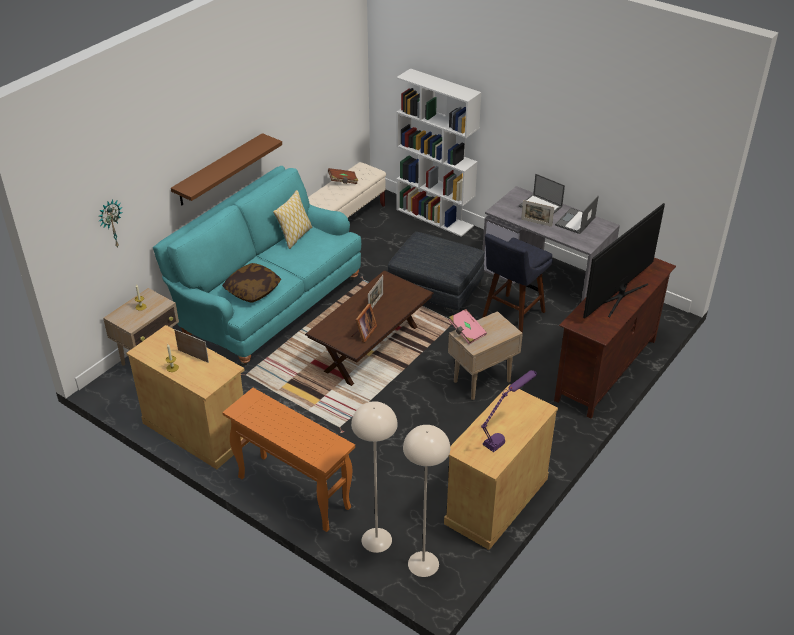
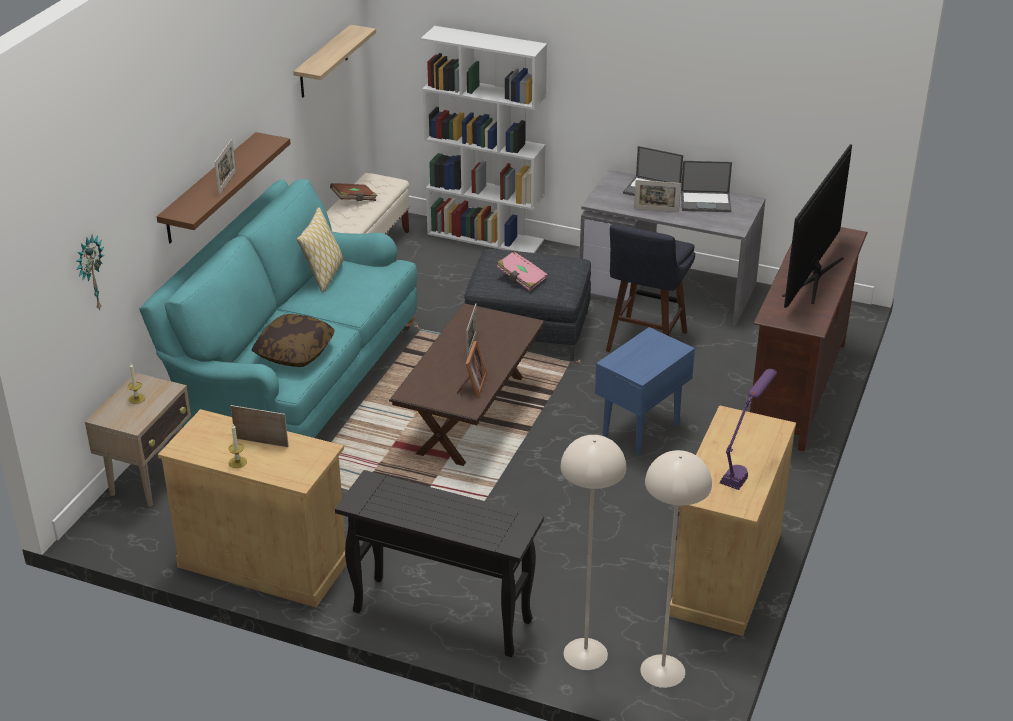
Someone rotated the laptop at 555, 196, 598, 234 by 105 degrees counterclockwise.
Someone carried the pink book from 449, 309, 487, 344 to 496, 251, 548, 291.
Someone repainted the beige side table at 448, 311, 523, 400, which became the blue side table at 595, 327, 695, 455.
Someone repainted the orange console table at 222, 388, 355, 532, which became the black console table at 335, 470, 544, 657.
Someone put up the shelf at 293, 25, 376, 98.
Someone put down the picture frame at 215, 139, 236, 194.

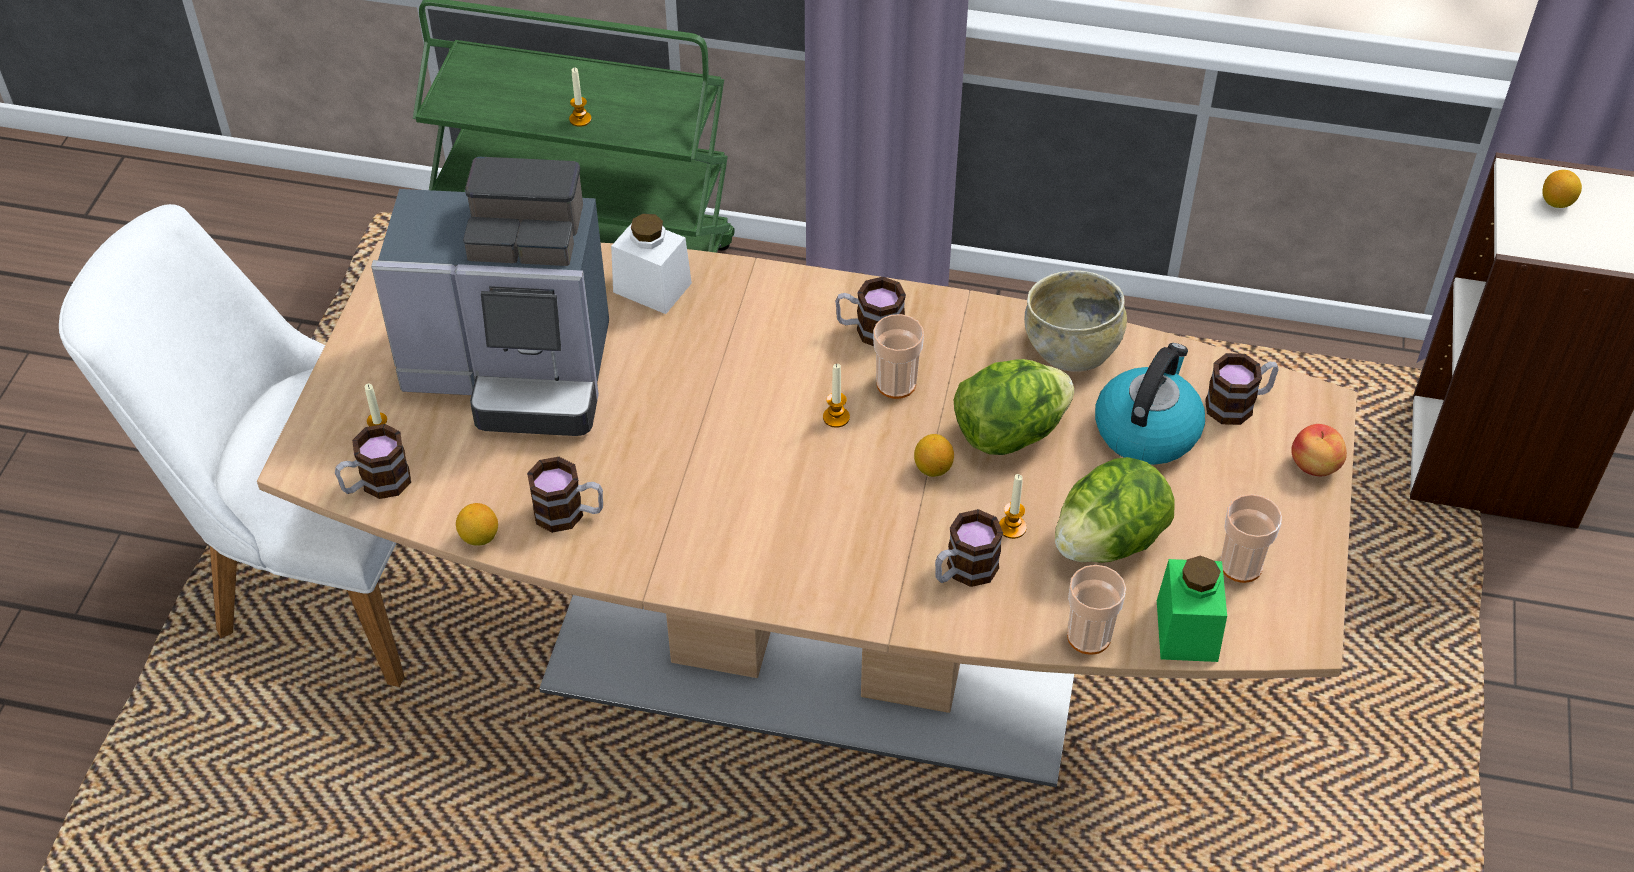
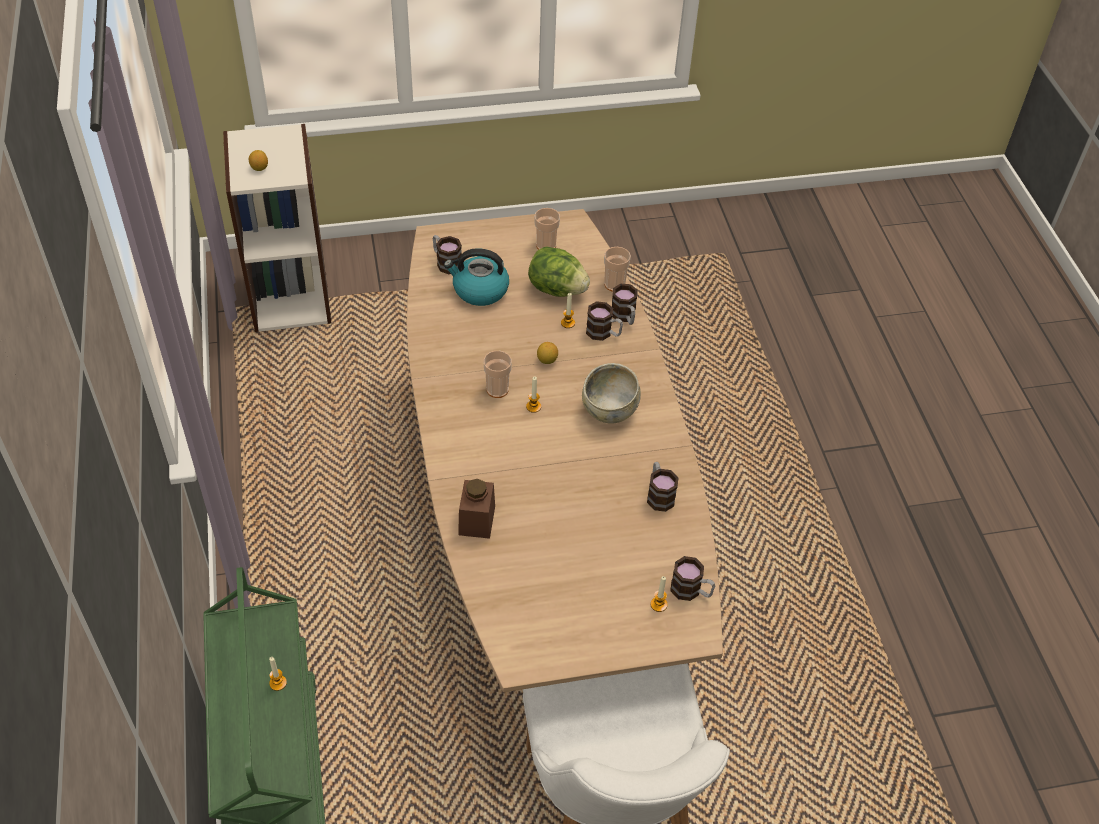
Someone took away the coffee machine at 371, 157, 609, 436.
Someone repainted the white jar at 611, 213, 692, 314, which became the brown jar at 458, 479, 495, 539.
Someone carried the beige bowl from 1024, 270, 1127, 372 to 582, 363, 641, 424.
Someone carried the mug from 835, 277, 906, 346 to 612, 284, 637, 325.
Someone took away the lettuce at 954, 359, 1074, 455.
Someone took away the apple at 1291, 424, 1347, 476.
Someone took away the lemon at 456, 503, 498, 546.
Someone took away the green jar at 1157, 556, 1227, 662.

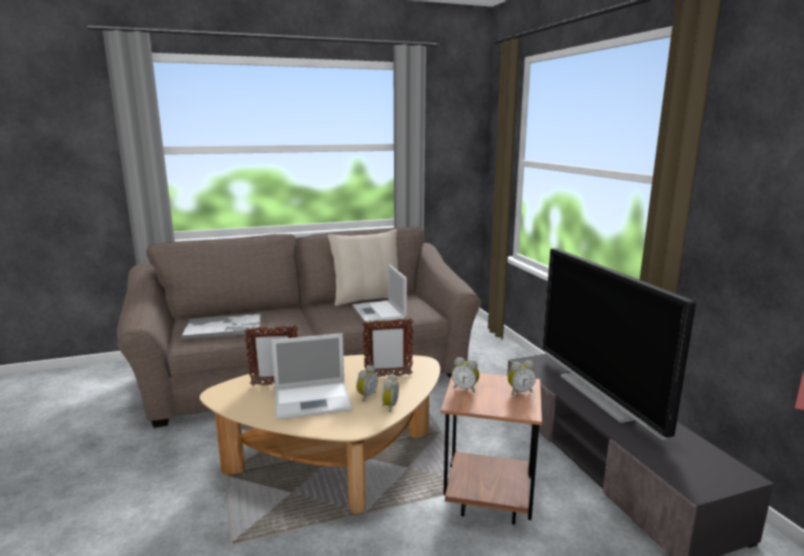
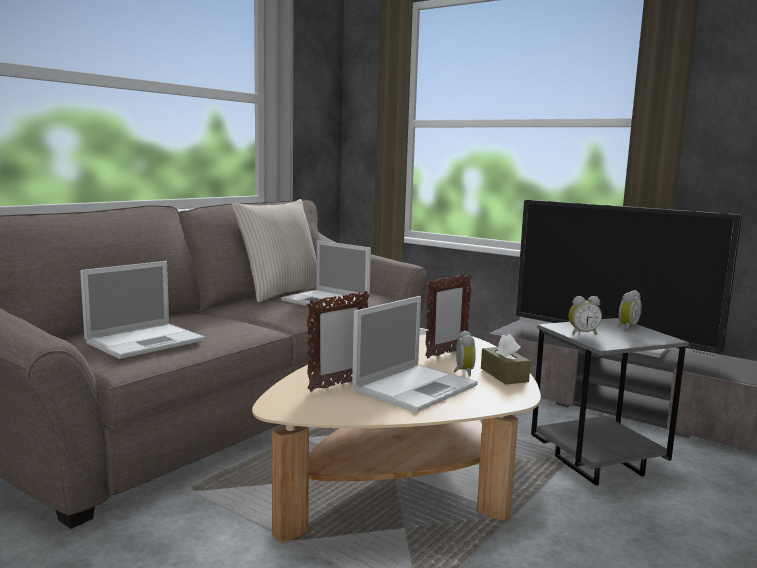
Someone swapped the tray at 181, 313, 261, 340 for the laptop at 80, 261, 205, 359.
Someone repainted the brown side table at 441, 373, 542, 525, which became the grey side table at 531, 318, 689, 485.
Someone swapped the alarm clock at 382, 374, 399, 412 for the brown tissue box at 481, 334, 531, 384.

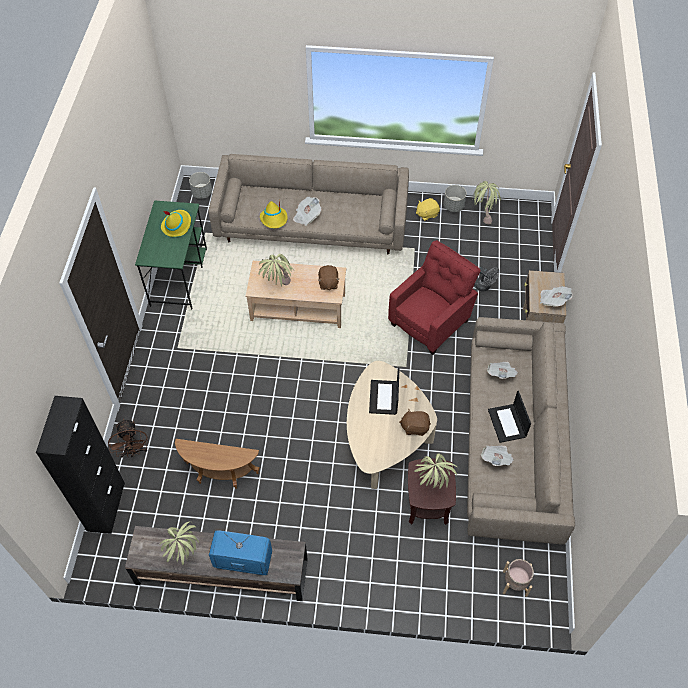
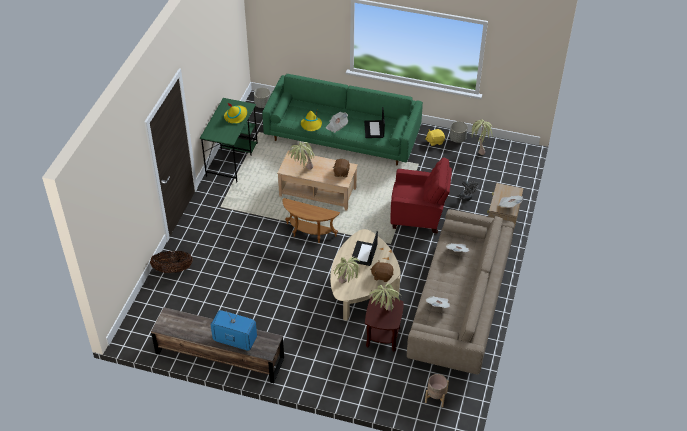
Someone repainted the beige sofa at 209, 154, 409, 254, which became the green sofa at 262, 74, 423, 165.
Someone rotated the red armchair at 388, 240, 481, 355 by 45 degrees clockwise.
Someone carried the laptop from 488, 391, 531, 443 to 364, 107, 385, 138.
Someone took away the black cabinet at 36, 396, 125, 534.
Someone swapped the brown fan at 108, 418, 148, 457 for the basket at 150, 251, 193, 273.
Someone carried the brown side table from 175, 439, 260, 489 to 282, 198, 340, 243.
Someone carried the potted plant from 160, 521, 199, 565 to 333, 257, 360, 283.

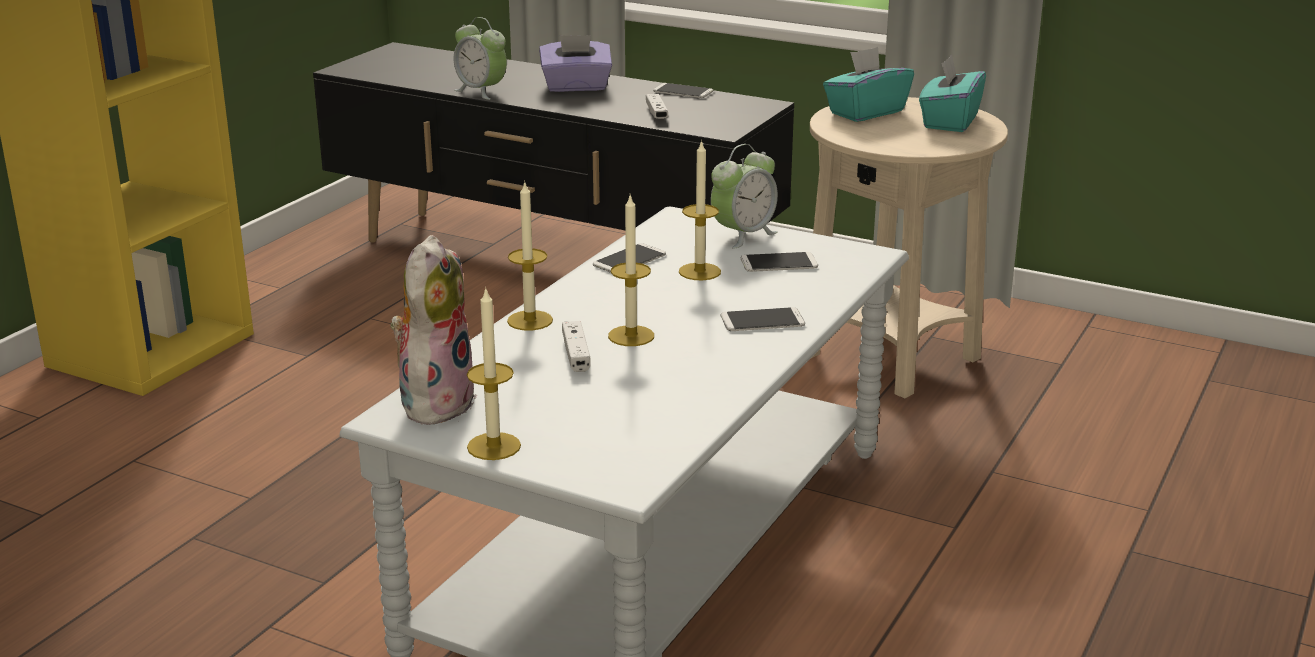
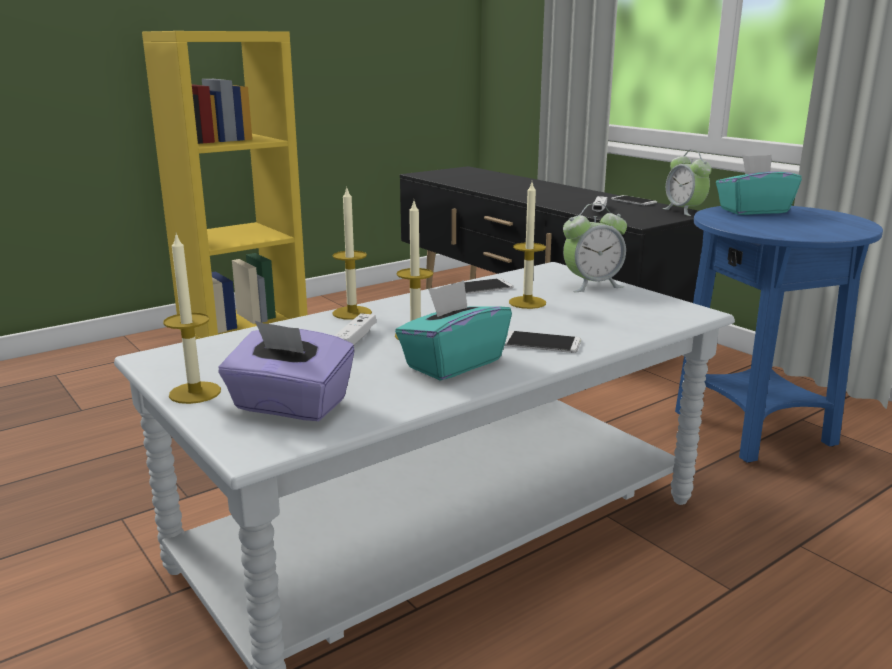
Someone carried the alarm clock from 454, 17, 507, 100 to 663, 150, 712, 216.
Someone carried the purple tissue box from 539, 35, 612, 92 to 218, 321, 355, 421.
Someone carried the turquoise tissue box from 919, 54, 986, 132 to 395, 280, 512, 381.
Someone repainted the beige side table at 810, 97, 1008, 398, which became the blue side table at 675, 206, 883, 463.
Someone took away the plush toy at 390, 235, 477, 425.
Someone took away the phone at 741, 252, 818, 272.

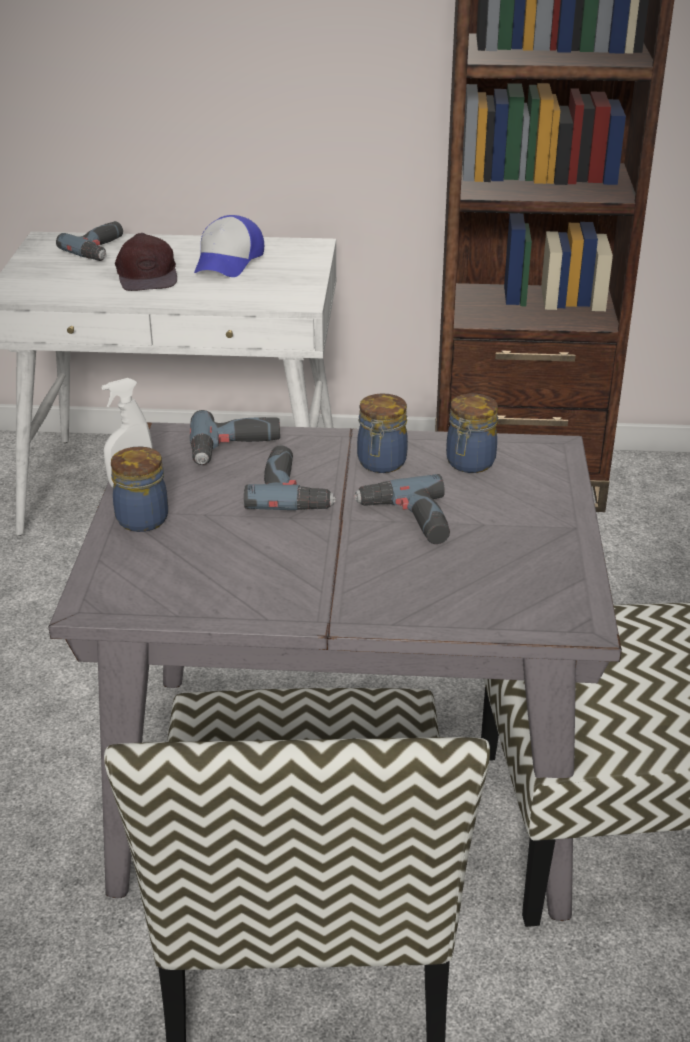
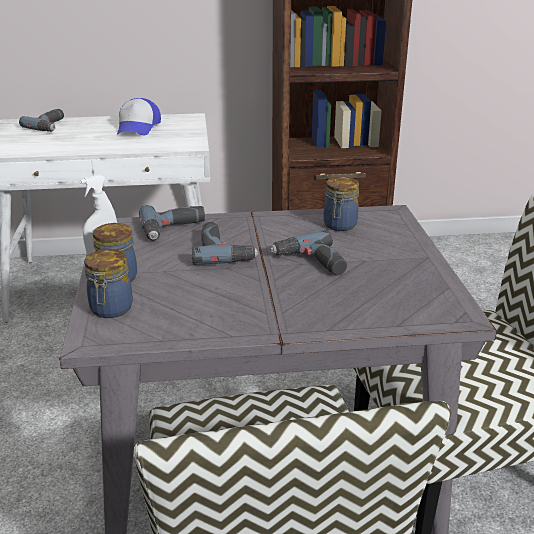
Someone took away the brown cap at 115, 233, 177, 291.
Someone carried the jar from 357, 393, 408, 473 to 84, 249, 133, 318.

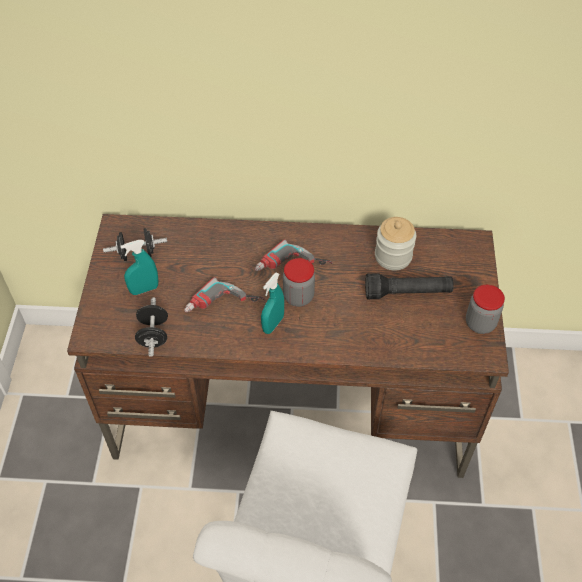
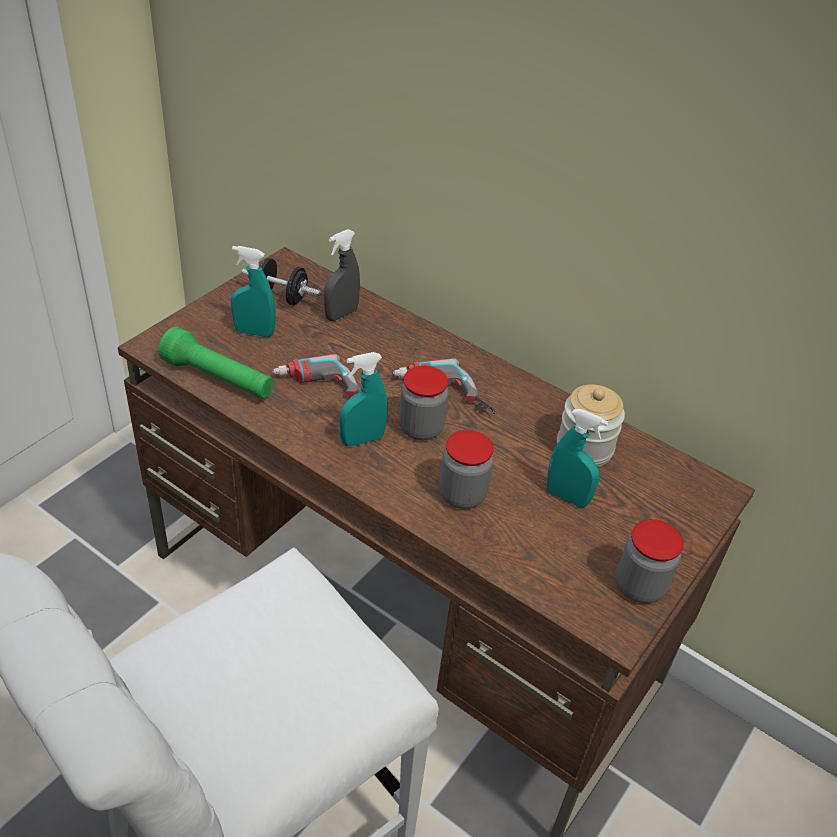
Someone swapped the black flashlight at 365, 273, 454, 299 for the turquoise spray bottle at 547, 409, 608, 507.
Someone swapped the black dumbbell at 135, 297, 168, 357 for the green flashlight at 158, 327, 274, 399.
Someone put down the grey spray bottle at 324, 229, 360, 321.
Someone put down the jar at 439, 430, 494, 509.

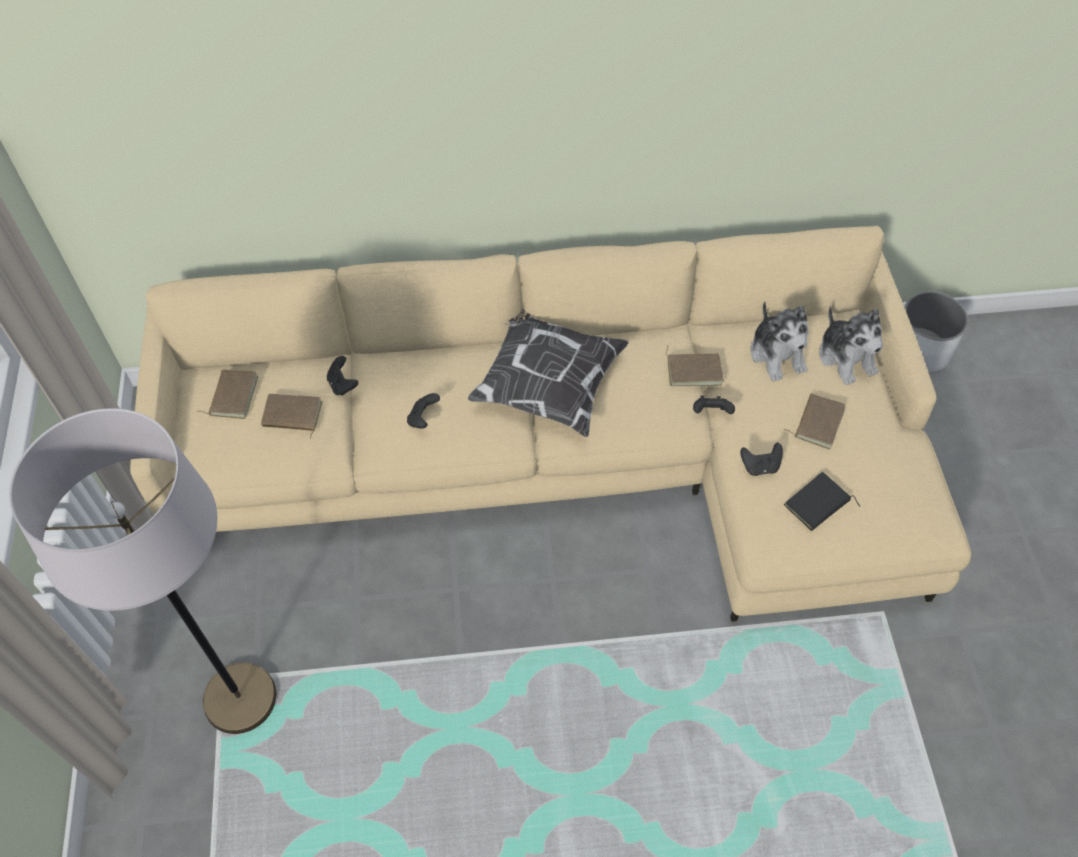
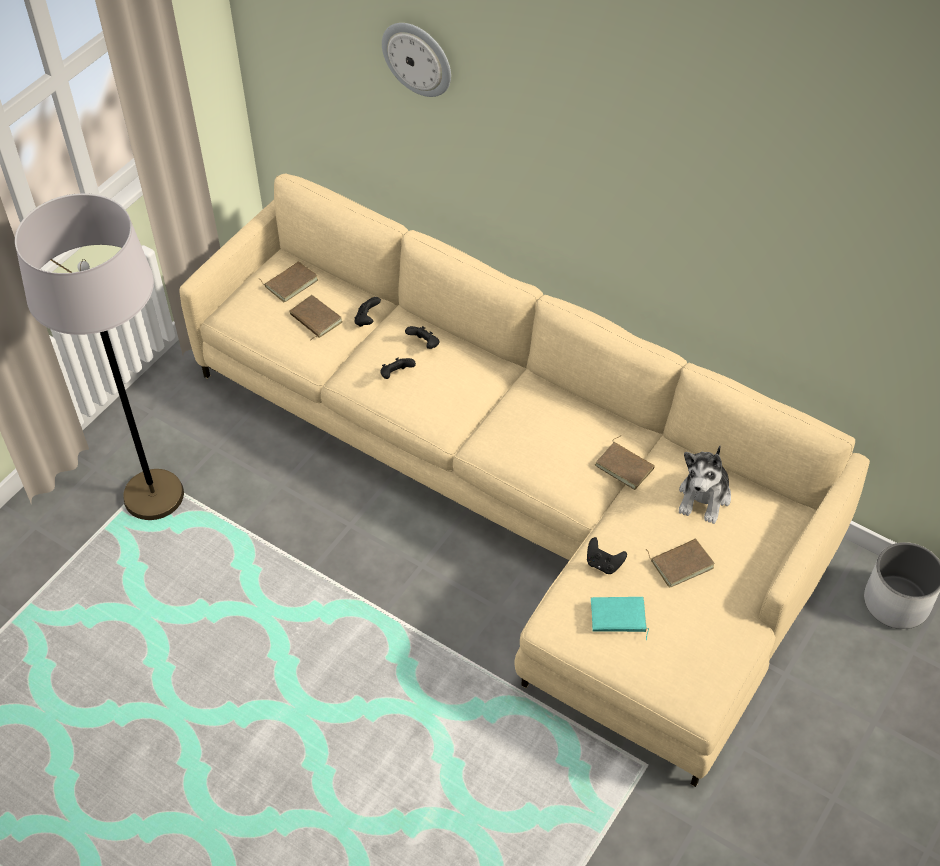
Someone took away the plush toy at 819, 306, 883, 385.
Someone took away the pillow at 468, 307, 629, 437.
Someone carried the black game controller from 693, 396, 735, 414 to 405, 326, 440, 349.
Someone repainted the black book at 784, 472, 861, 531, which became the turquoise book at 591, 597, 649, 640.
Someone put up the wall clock at 382, 23, 451, 97.

